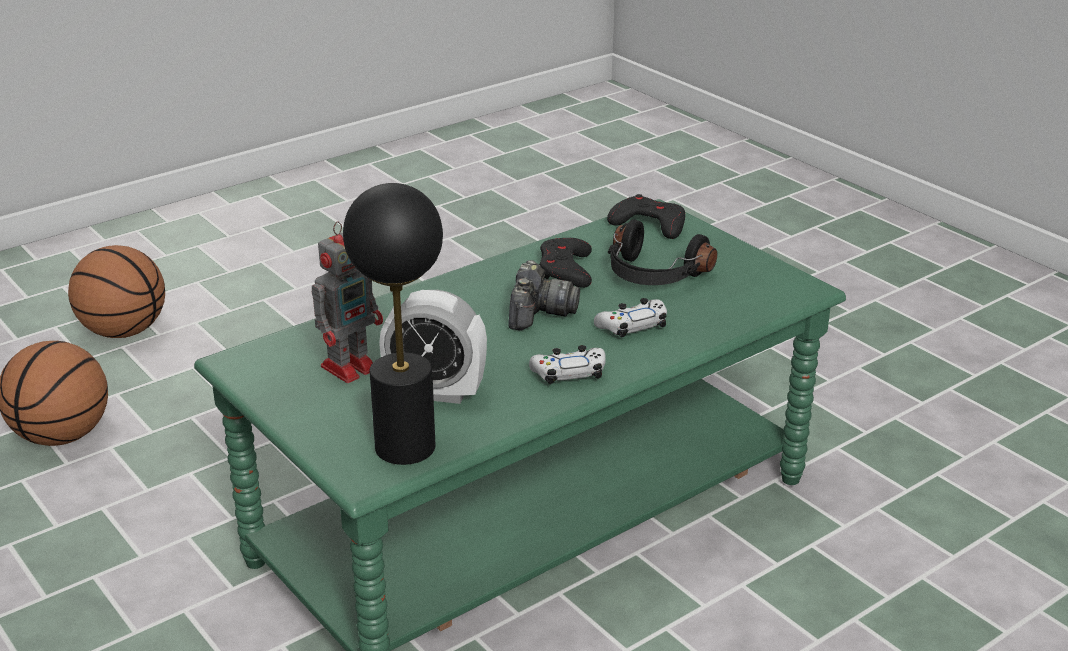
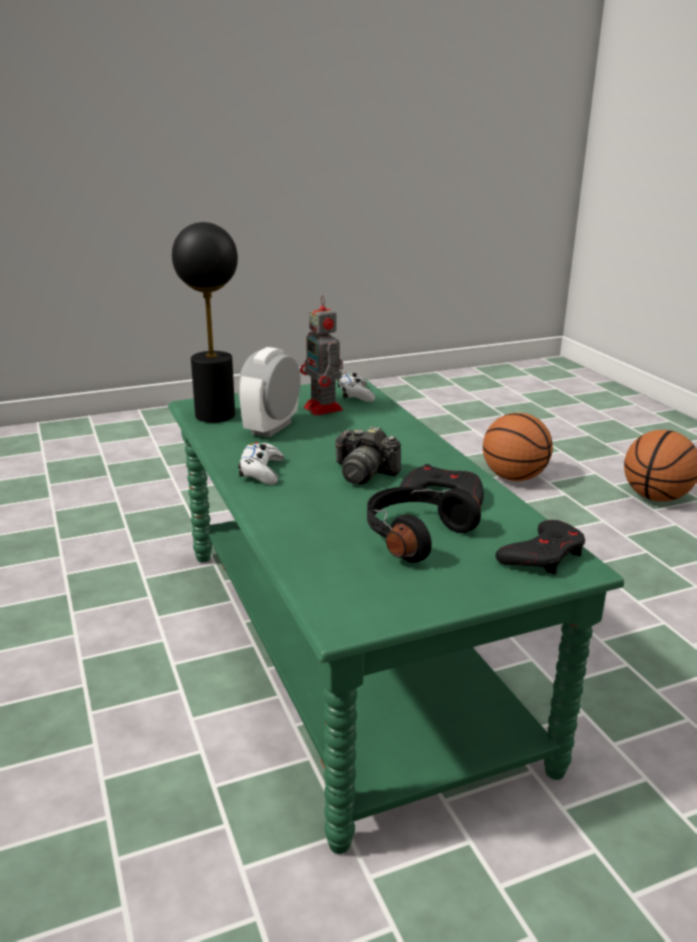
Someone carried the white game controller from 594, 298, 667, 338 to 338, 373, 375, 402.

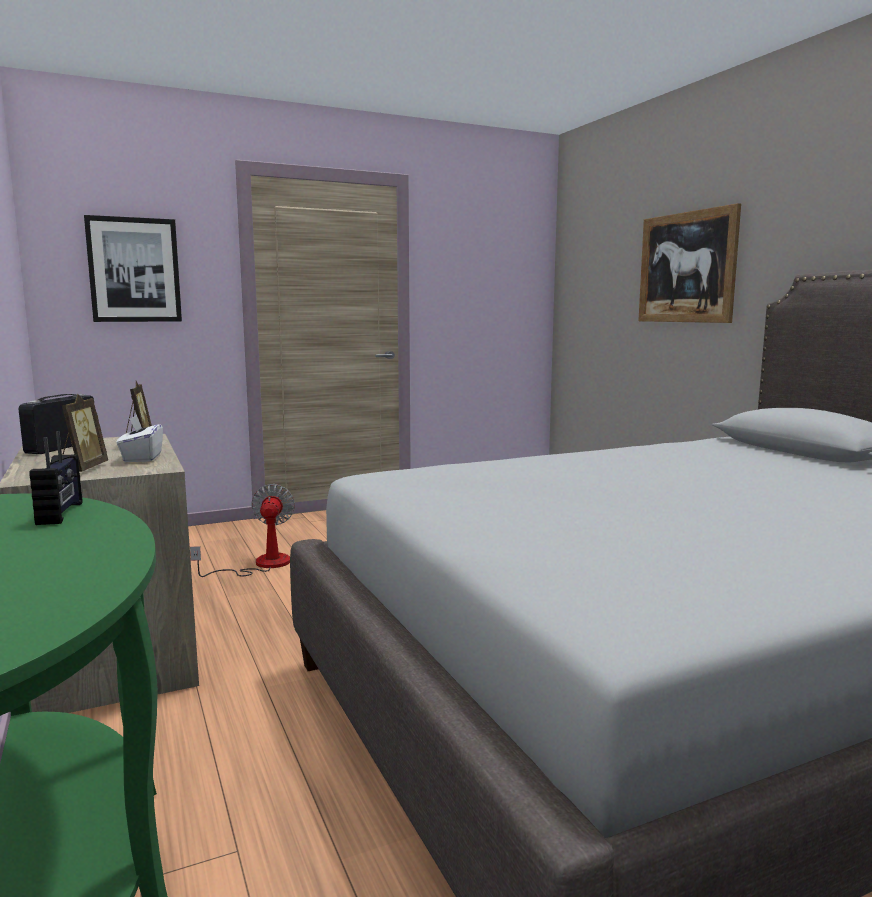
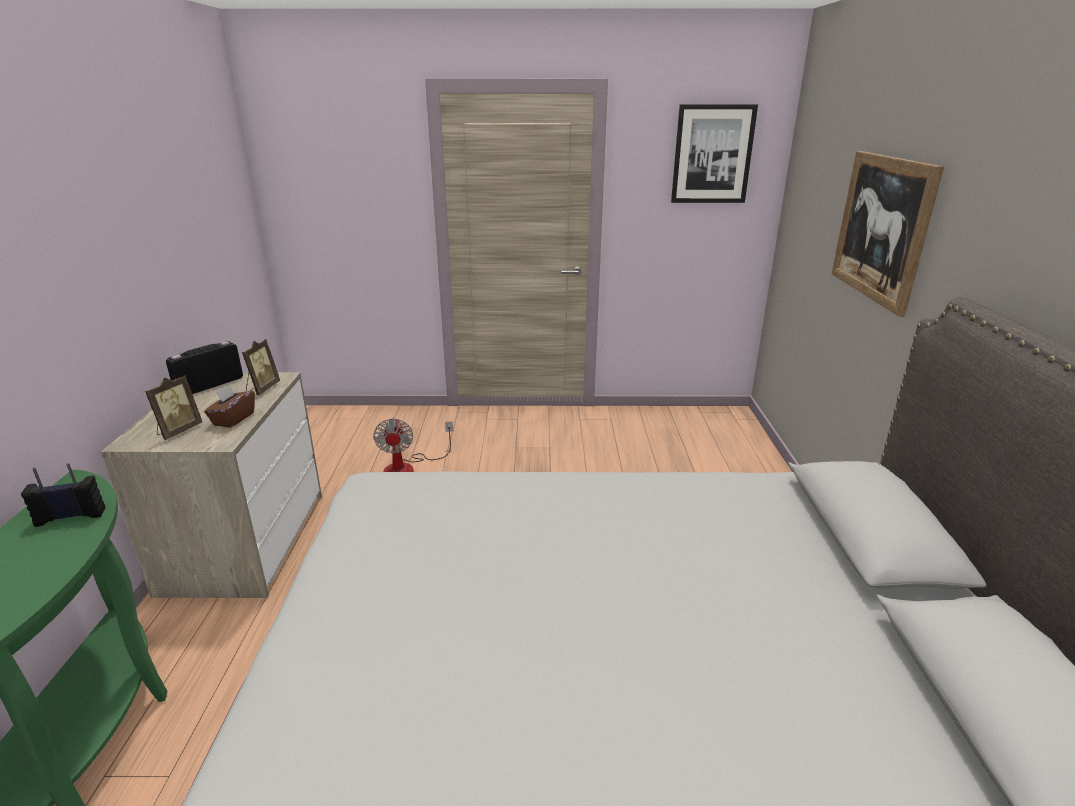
Someone carried the picture from 84, 215, 182, 322 to 671, 104, 758, 203.
Someone repainted the white tissue box at 117, 415, 163, 462, which became the brown tissue box at 204, 384, 255, 428.
Someone rotated the radio at 29, 431, 82, 525 by 120 degrees counterclockwise.
Someone rotated the fan at 190, 484, 295, 577 by 150 degrees clockwise.

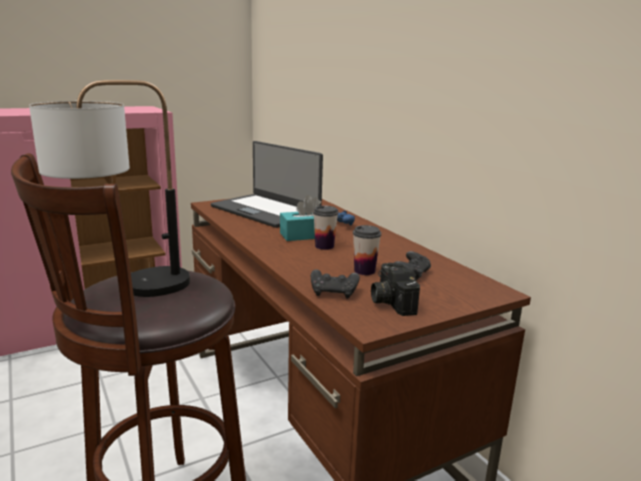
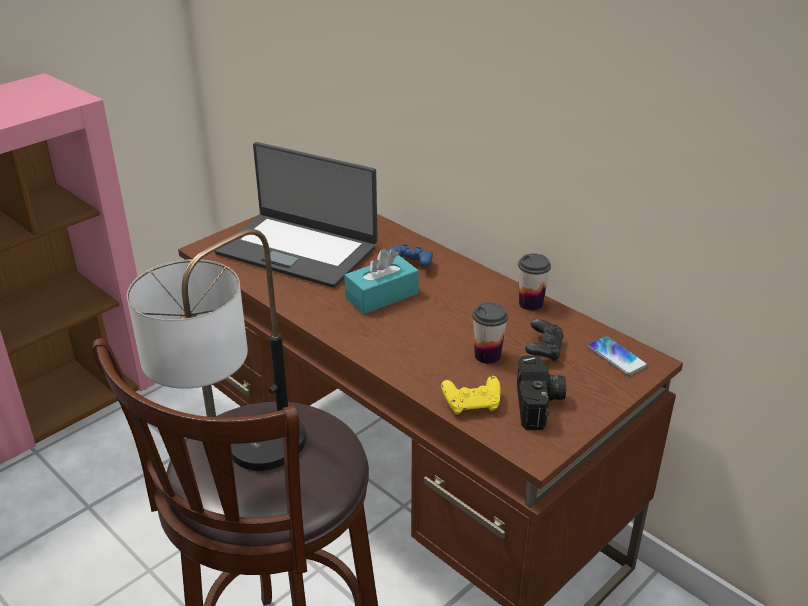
Someone carried the cup from 313, 206, 338, 250 to 518, 253, 551, 311.
Someone rotated the photo camera at 371, 263, 420, 316 by 150 degrees counterclockwise.
Someone repainted the black game controller at 311, 269, 360, 299, which became the yellow game controller at 441, 376, 501, 415.
Someone put down the phone at 587, 336, 648, 376.

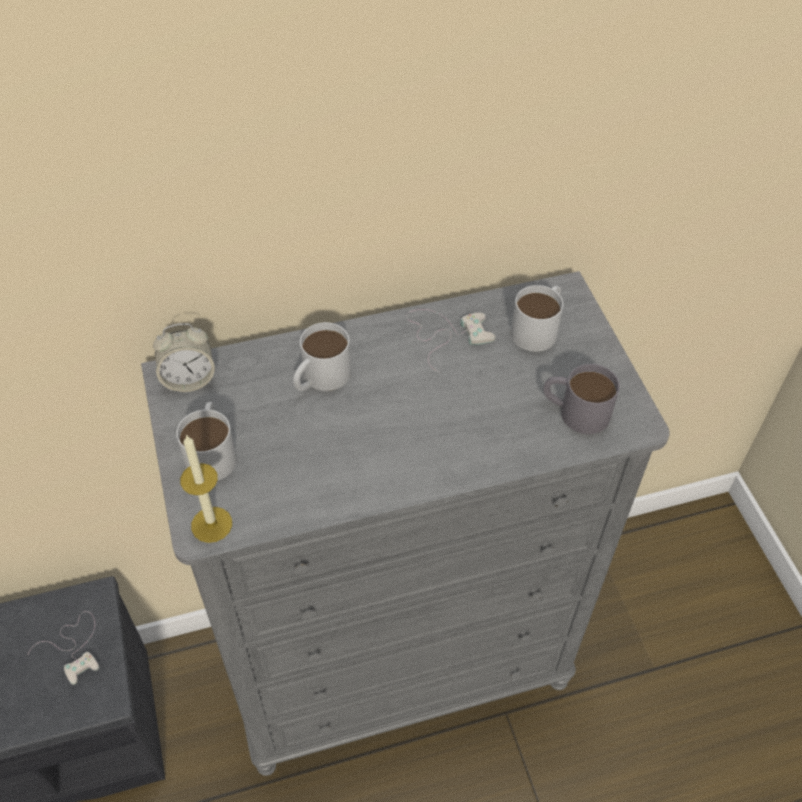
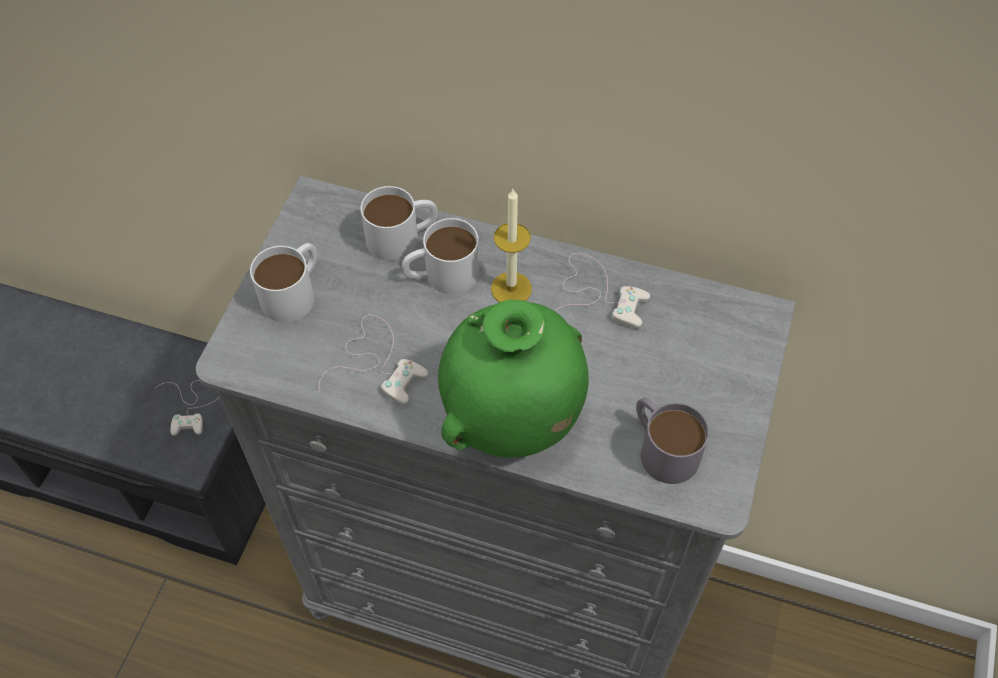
Someone carried the white mug from 511, 285, 563, 352 to 361, 186, 438, 261.
Someone took away the alarm clock at 153, 323, 215, 392.
Someone carried the candle from 180, 435, 232, 543 to 491, 189, 532, 302.
Someone put down the green vase at 438, 300, 589, 458.
Someone put down the white game controller at 318, 315, 428, 405.

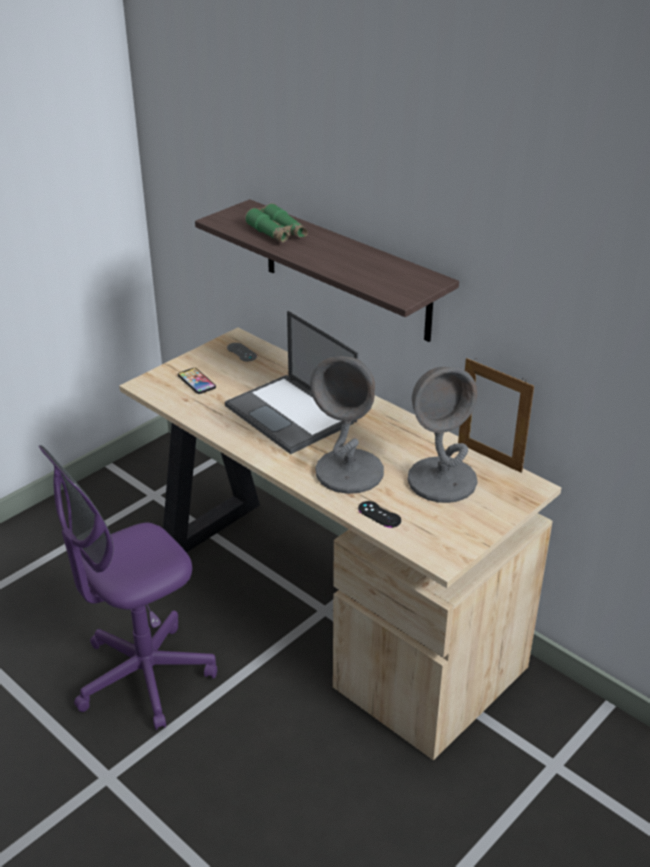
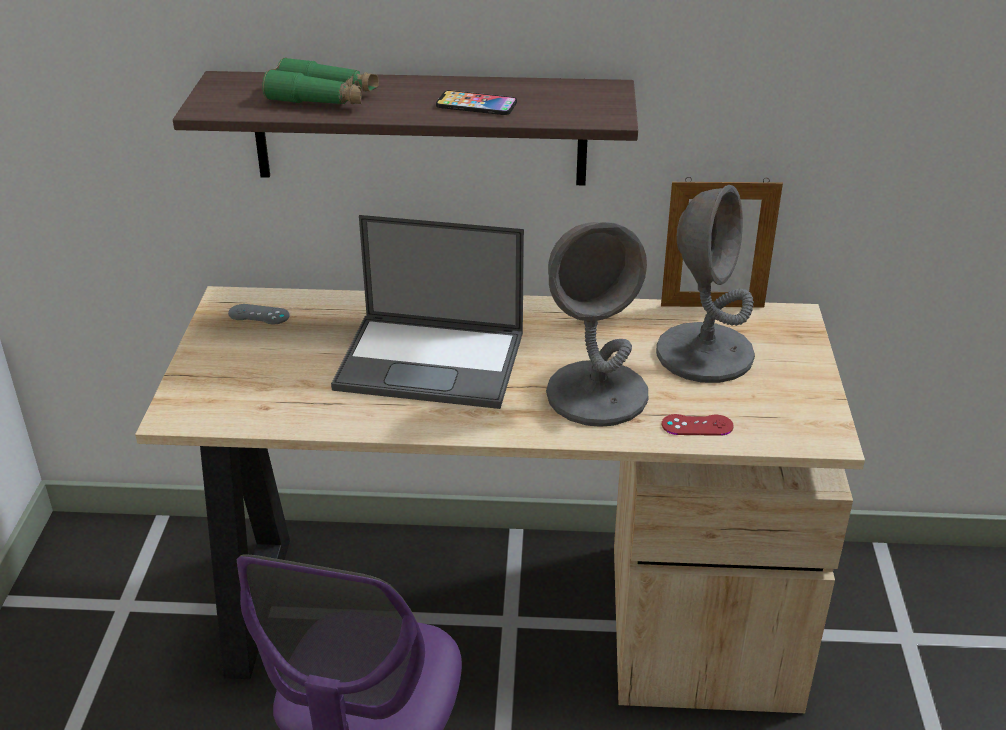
Someone carried the phone from 178, 368, 216, 394 to 436, 90, 517, 115.
Someone repainted the black game controller at 358, 501, 401, 528, which became the red game controller at 662, 414, 734, 436.

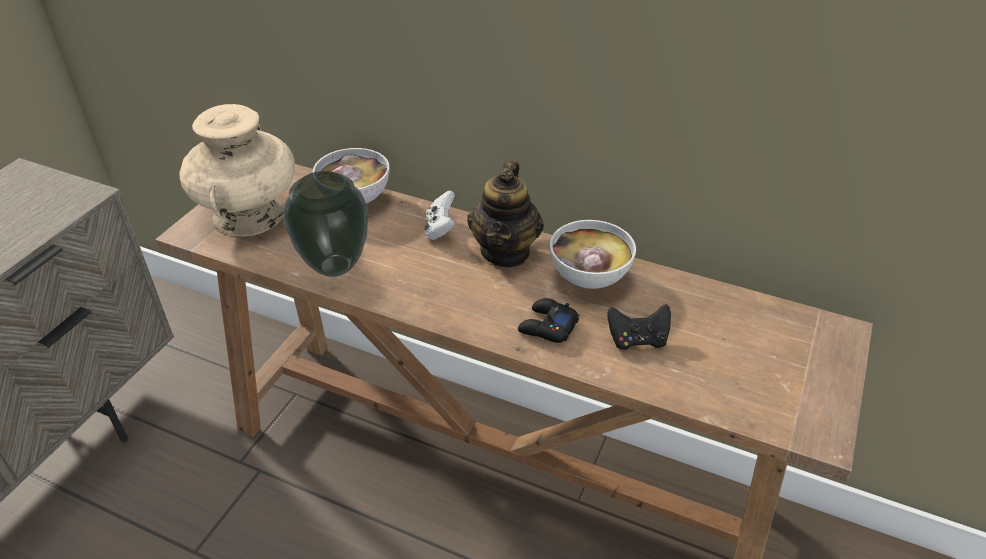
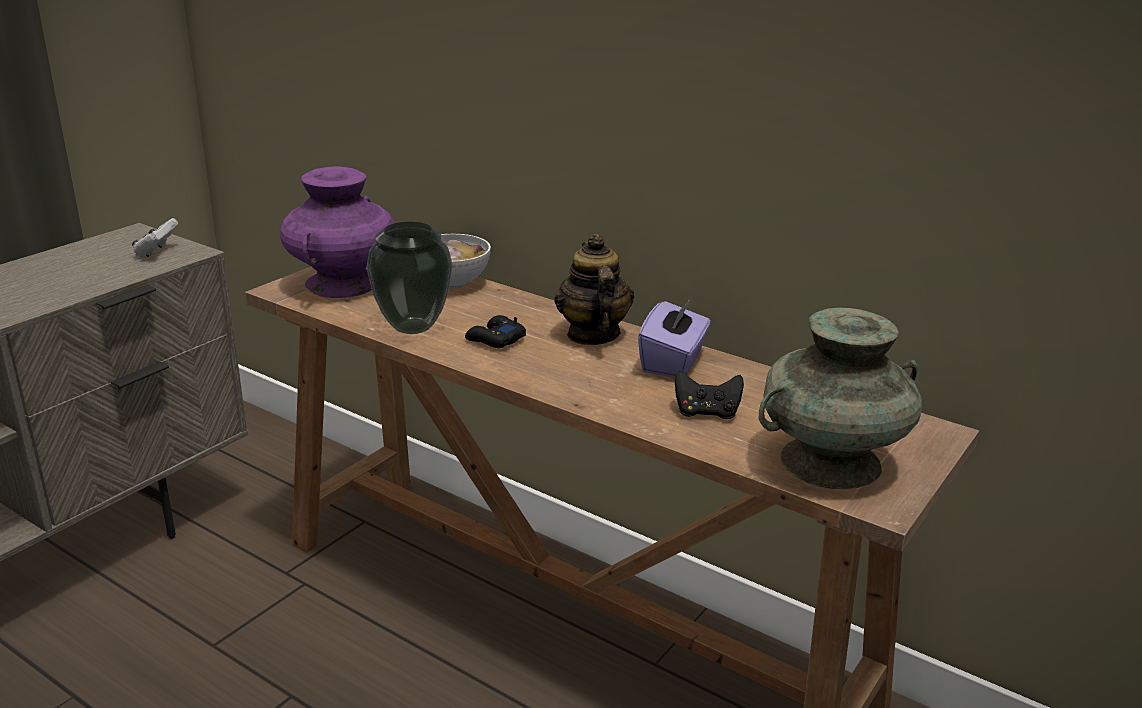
Someone repainted the beige vase at 179, 104, 295, 236, which became the purple vase at 280, 167, 394, 298.
Someone rotated the teapot at 467, 160, 544, 267 by 150 degrees clockwise.
Someone carried the white game controller from 424, 191, 455, 240 to 132, 218, 178, 257.
Someone swapped the bowl at 550, 220, 636, 289 for the purple tissue box at 638, 297, 711, 378.
Someone carried the black game controller from 518, 298, 579, 343 to 465, 315, 526, 348.
Someone put down the turquoise vase at 759, 308, 922, 489.

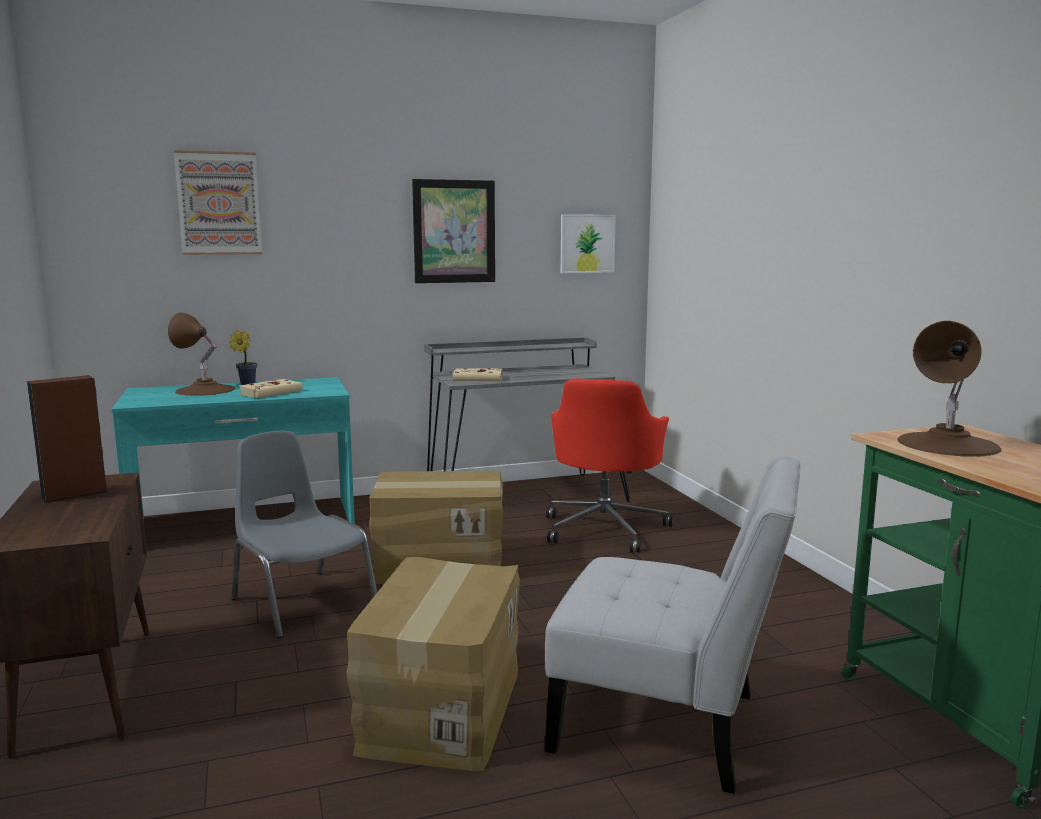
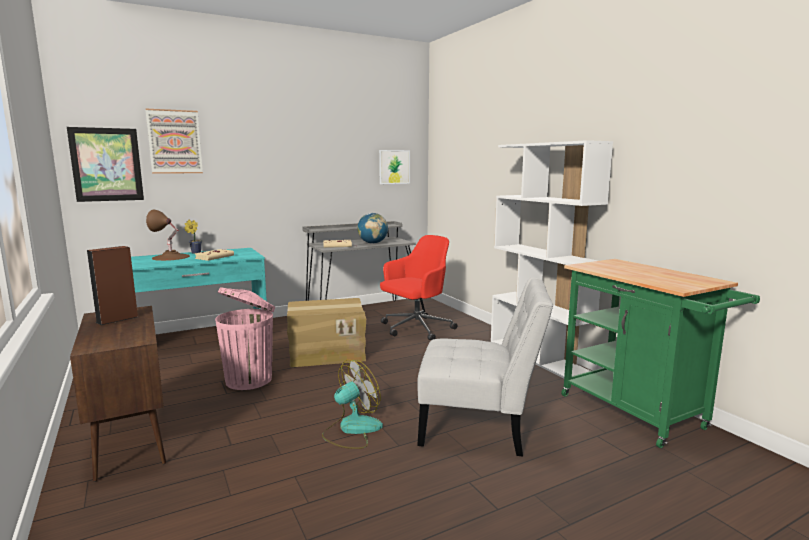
Someone carried the picture from 412, 179, 495, 283 to 67, 127, 144, 202.
Someone took away the brown table lamp at 897, 321, 1002, 457.
Someone rotated the red office chair at 546, 379, 673, 553 by 135 degrees counterclockwise.
Someone swapped the grey chair at 232, 431, 377, 638 for the pink trash can at 215, 287, 275, 390.
Someone swapped the cardboard box at 347, 557, 520, 771 for the fan at 322, 360, 383, 449.
Someone put down the white bookcase at 491, 140, 613, 379.
Someone put down the globe at 357, 213, 388, 244.

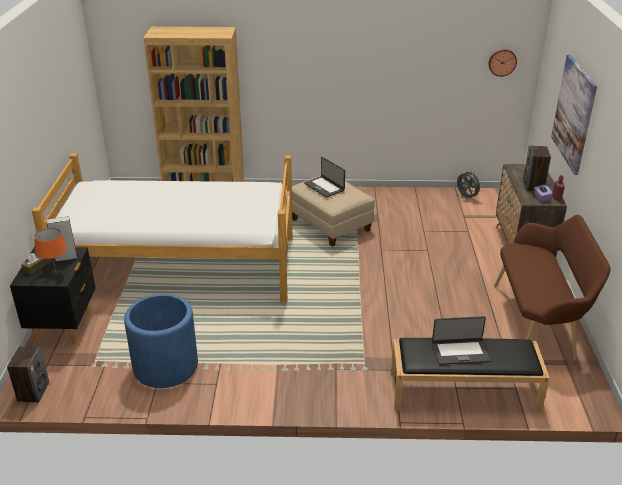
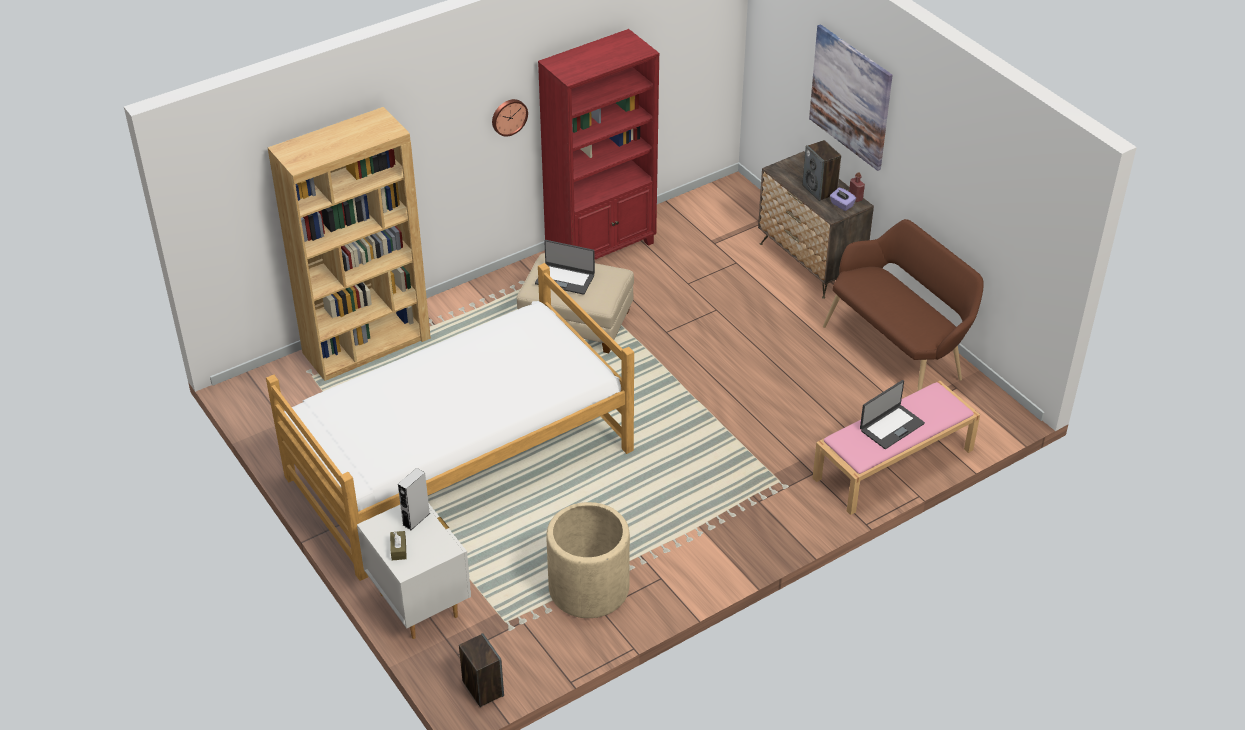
Someone carried the wall clock from 489, 49, 517, 77 to 492, 99, 528, 136.
Someone took away the grey fan at 457, 170, 482, 198.
Someone took away the orange table lamp at 34, 228, 67, 271.
Someone repainted the black nightstand at 10, 247, 96, 344, which became the white nightstand at 357, 504, 471, 639.
Someone repainted the blue planter at 124, 294, 198, 388, which became the beige planter at 546, 502, 630, 618.
Someone repainted the black bench at 391, 338, 550, 413, which became the pink bench at 813, 381, 980, 515.
Someone put down the red bookcase at 538, 29, 659, 260.

